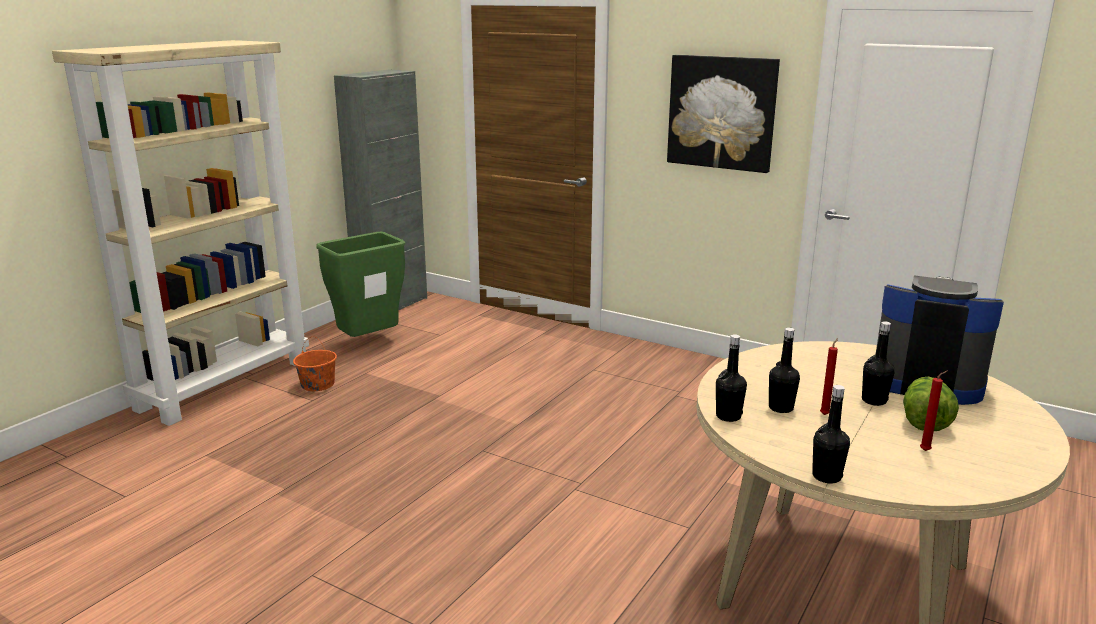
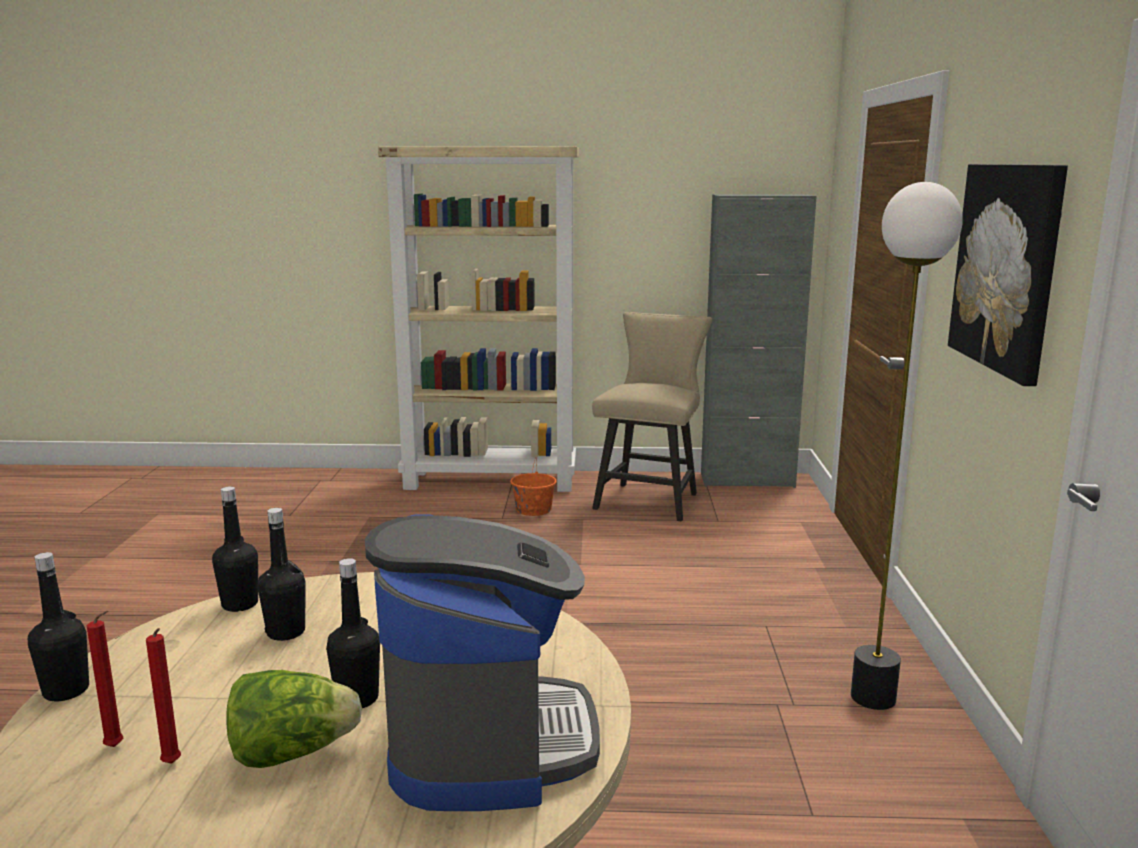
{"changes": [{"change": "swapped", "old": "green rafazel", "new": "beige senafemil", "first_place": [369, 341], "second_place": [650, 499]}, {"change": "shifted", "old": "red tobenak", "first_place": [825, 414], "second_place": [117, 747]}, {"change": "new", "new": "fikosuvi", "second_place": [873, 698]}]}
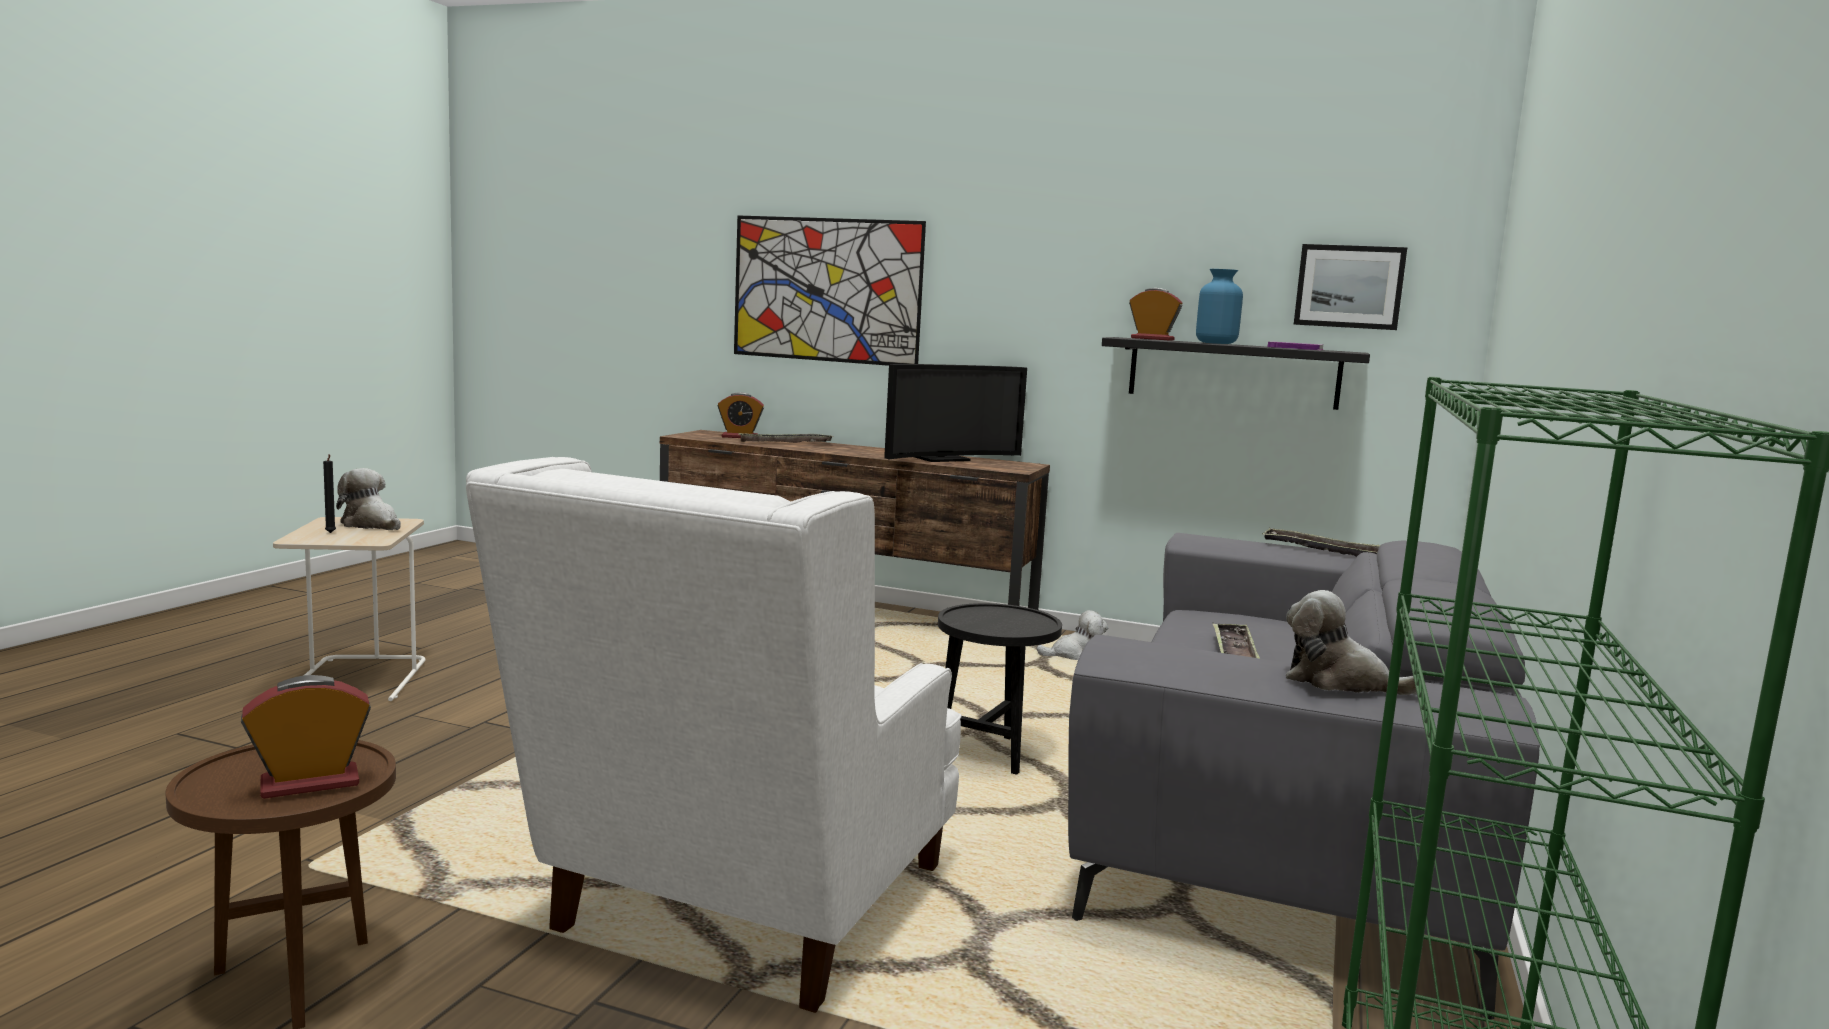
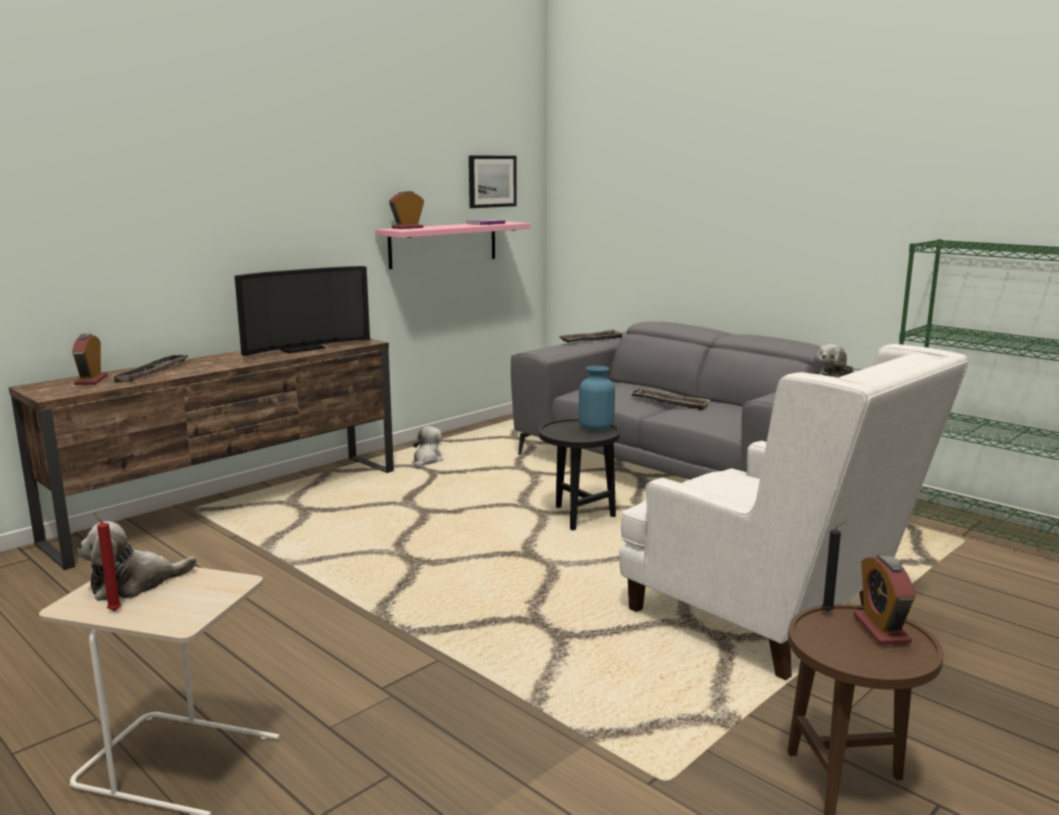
{"changes": [{"change": "shifted", "old": "black tobenak", "first_place": [330, 533], "second_place": [829, 611]}, {"change": "rotated", "old": "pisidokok", "first_place": [740, 437], "second_place": [91, 380], "degrees": 150}, {"change": "gone", "old": "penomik", "first_place": [826, 290]}, {"change": "rotated", "old": "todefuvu", "first_place": [942, 459], "second_place": [301, 349], "degrees": 60}, {"change": "repainted", "old": "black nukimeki", "new": "pink nukimeki", "first_place": [1233, 373], "second_place": [443, 244]}, {"change": "shifted", "old": "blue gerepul", "first_place": [1216, 343], "second_place": [596, 427]}, {"change": "new", "new": "red tobenak", "second_place": [113, 610]}]}
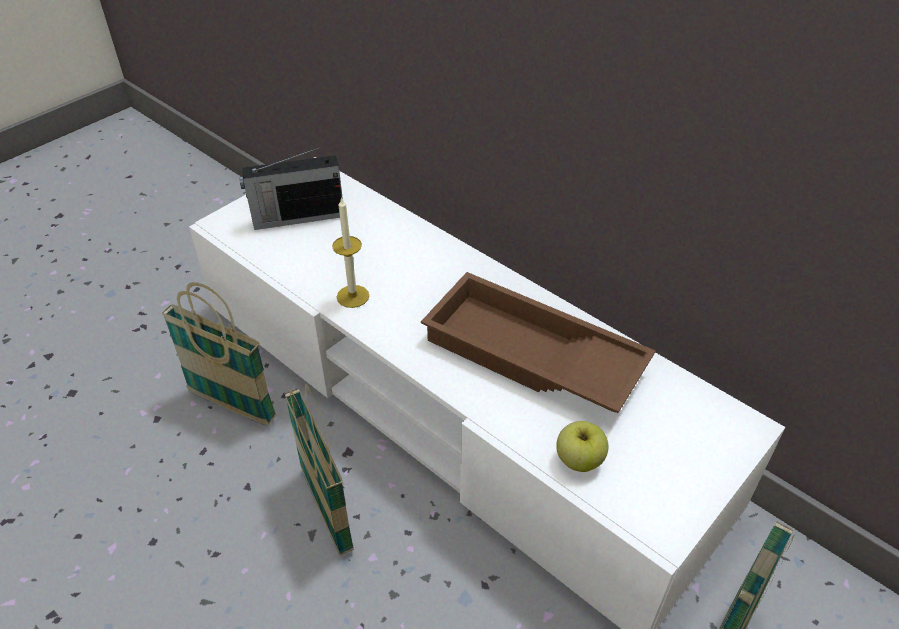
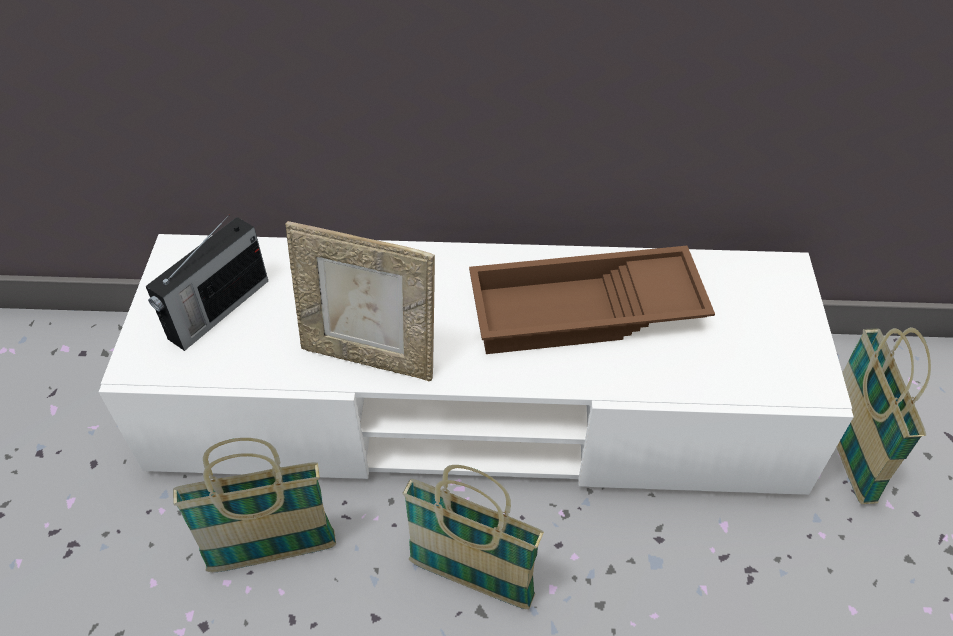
{"changes": [{"change": "swapped", "old": "tobenak", "new": "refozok", "first_place": [353, 296], "second_place": [370, 356]}, {"change": "gone", "old": "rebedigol", "first_place": [579, 460]}]}
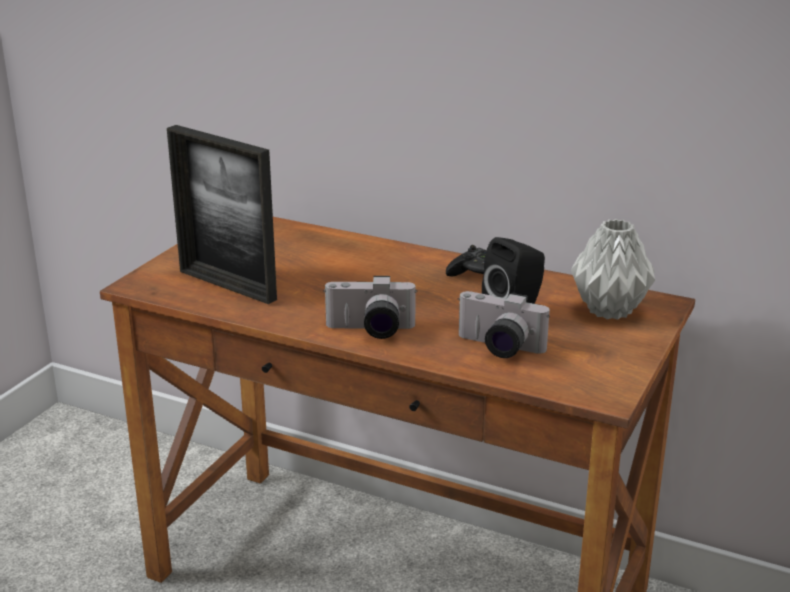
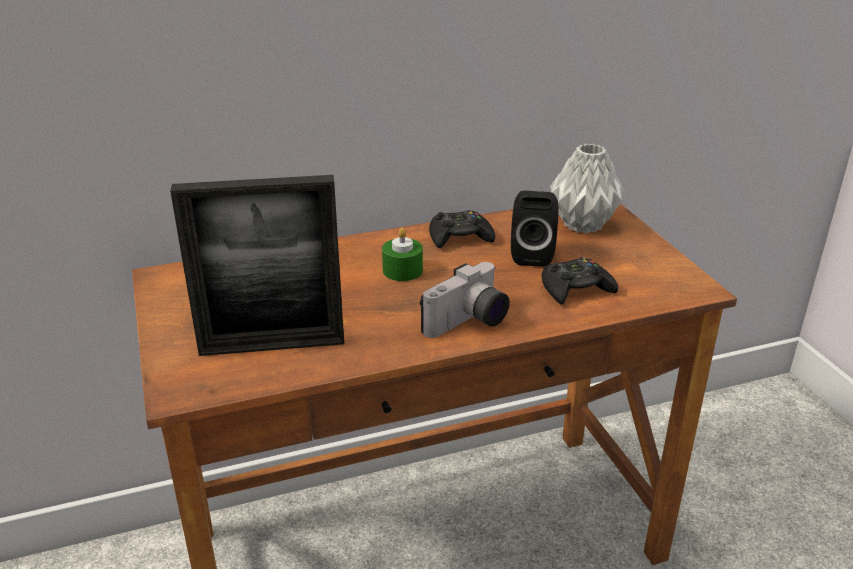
{"changes": [{"change": "swapped", "old": "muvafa", "new": "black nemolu", "first_place": [497, 348], "second_place": [575, 289]}, {"change": "new", "new": "green tobenak", "second_place": [402, 270]}]}
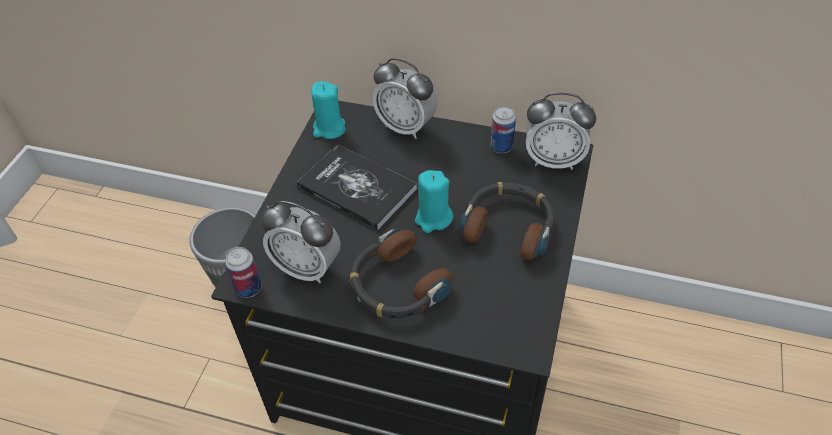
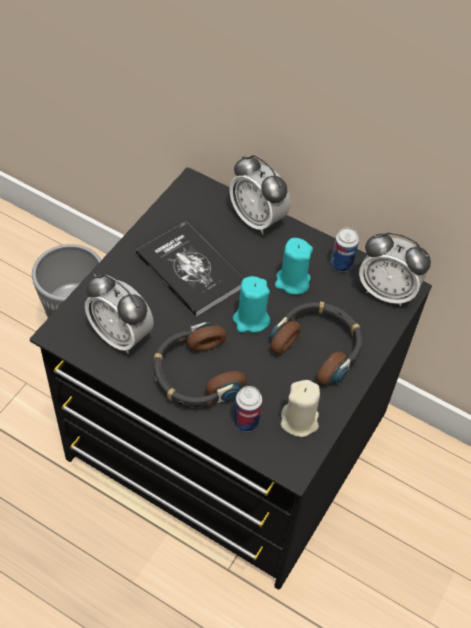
{"changes": [{"change": "shifted", "old": "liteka", "first_place": [248, 288], "second_place": [246, 421]}, {"change": "shifted", "old": "turquoise tobenak", "first_place": [329, 129], "second_place": [292, 282]}, {"change": "new", "new": "beige tobenak", "second_place": [299, 421]}]}
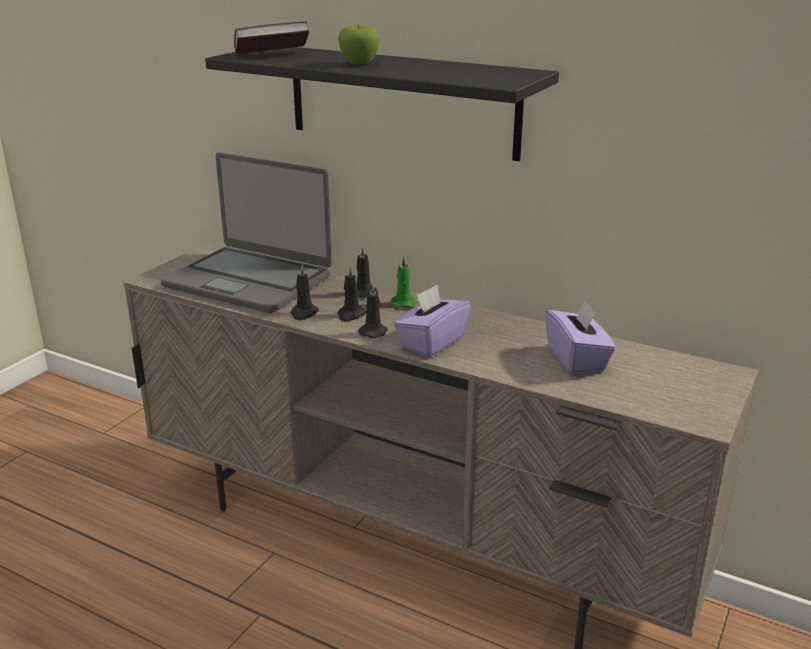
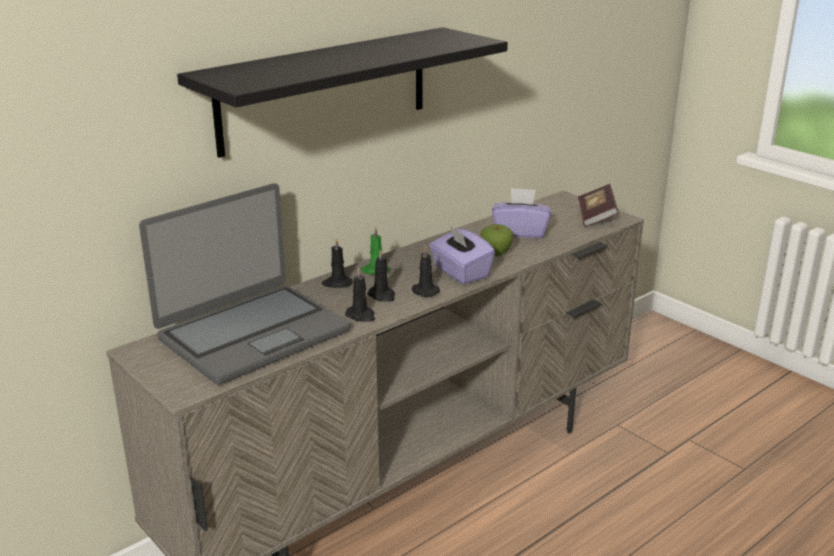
{"changes": [{"change": "shifted", "old": "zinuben", "first_place": [272, 55], "second_place": [596, 216]}, {"change": "shifted", "old": "rebedigol", "first_place": [359, 64], "second_place": [496, 253]}]}
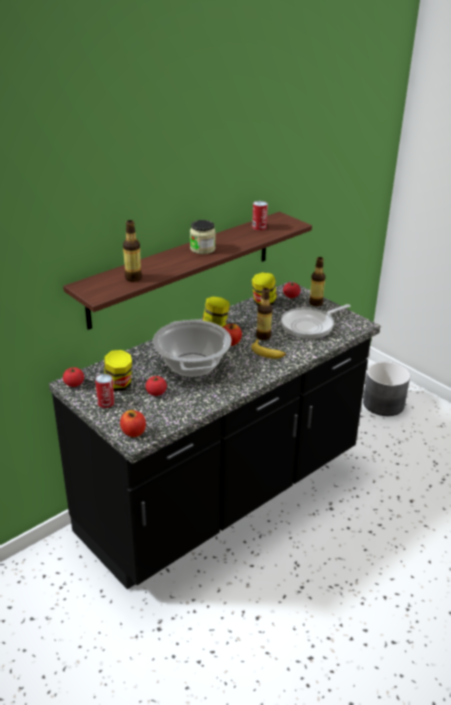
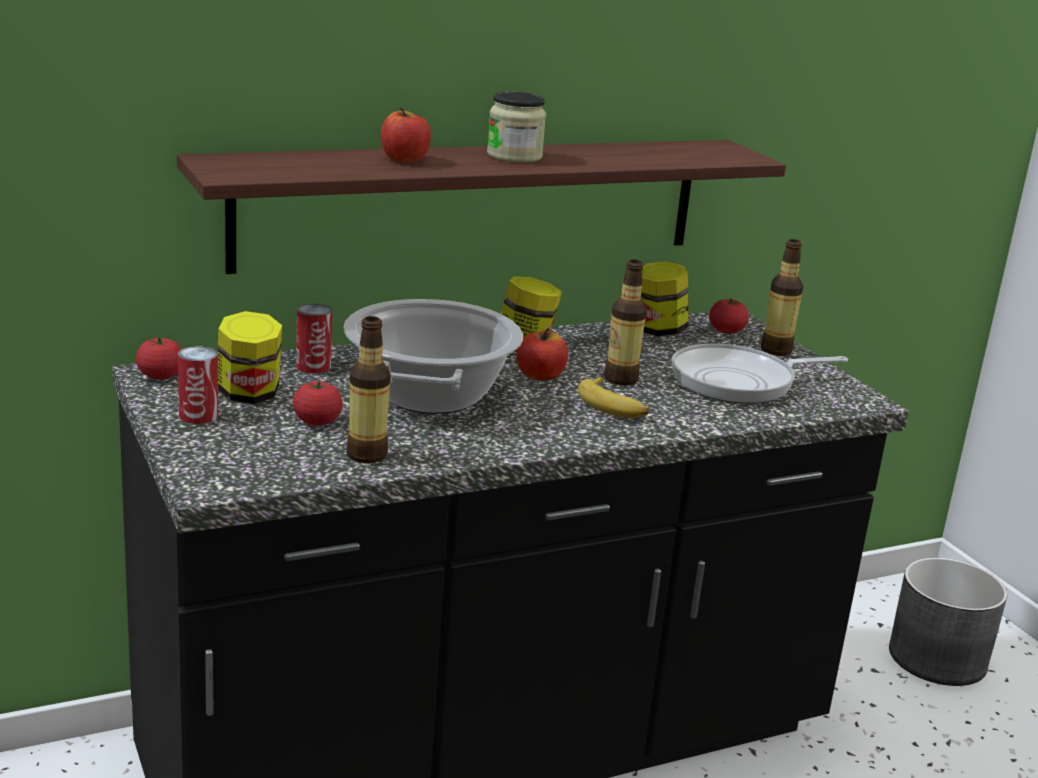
{"changes": [{"change": "shifted", "old": "rebedigol", "first_place": [133, 432], "second_place": [405, 159]}, {"change": "shifted", "old": "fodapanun", "first_place": [133, 278], "second_place": [366, 455]}, {"change": "shifted", "old": "liteka", "first_place": [259, 227], "second_place": [313, 366]}]}
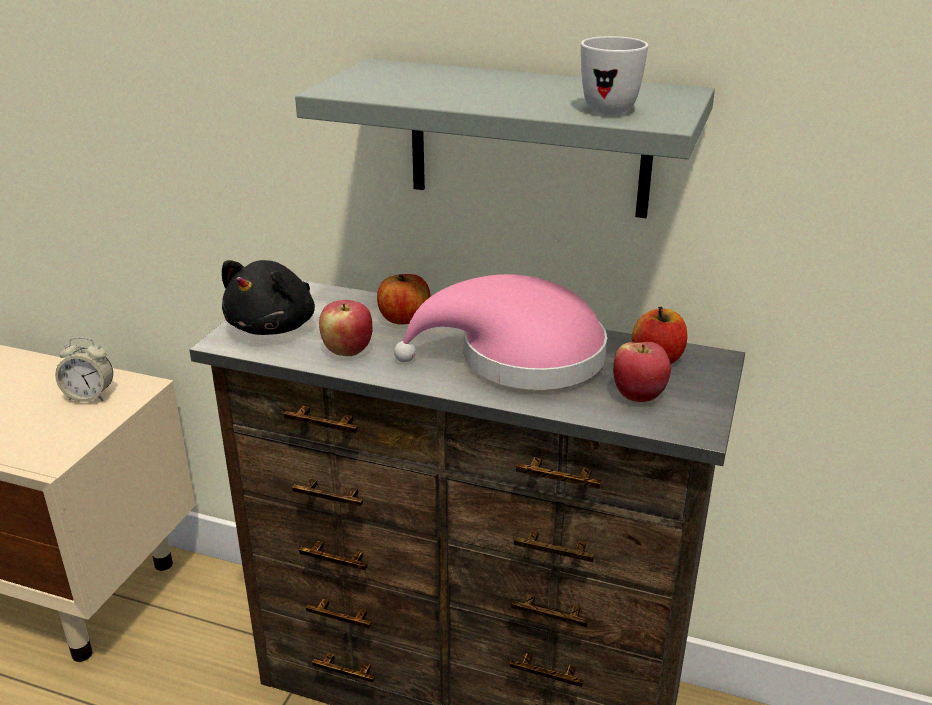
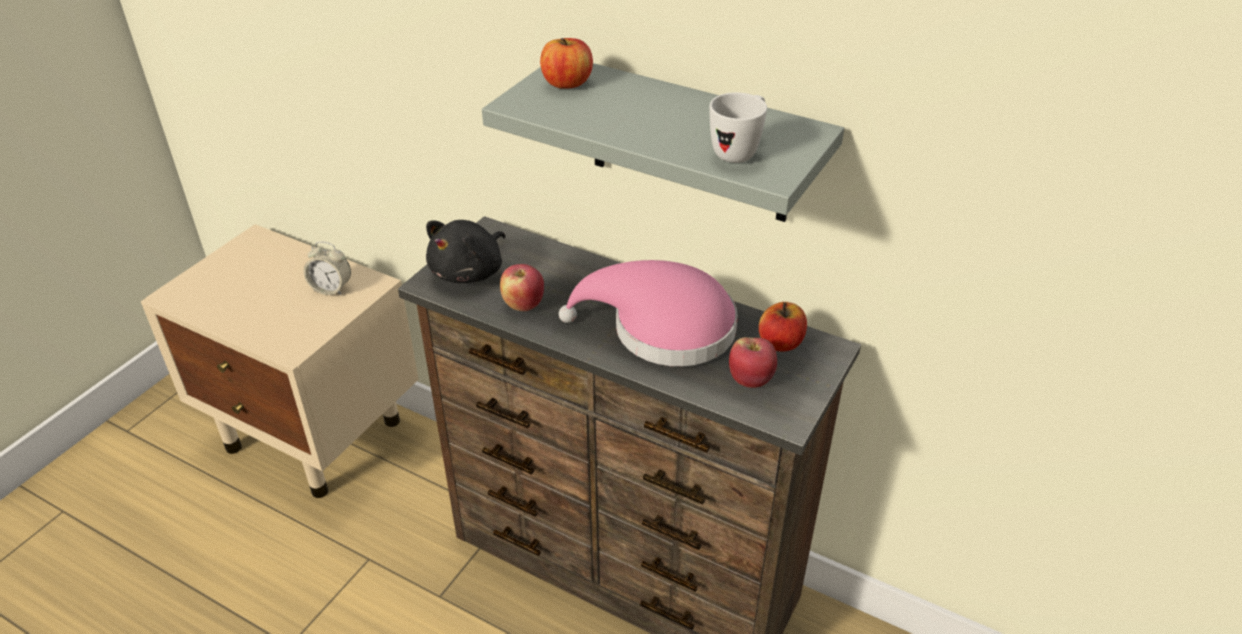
{"changes": [{"change": "shifted", "old": "rebedigol", "first_place": [404, 318], "second_place": [567, 83]}]}
